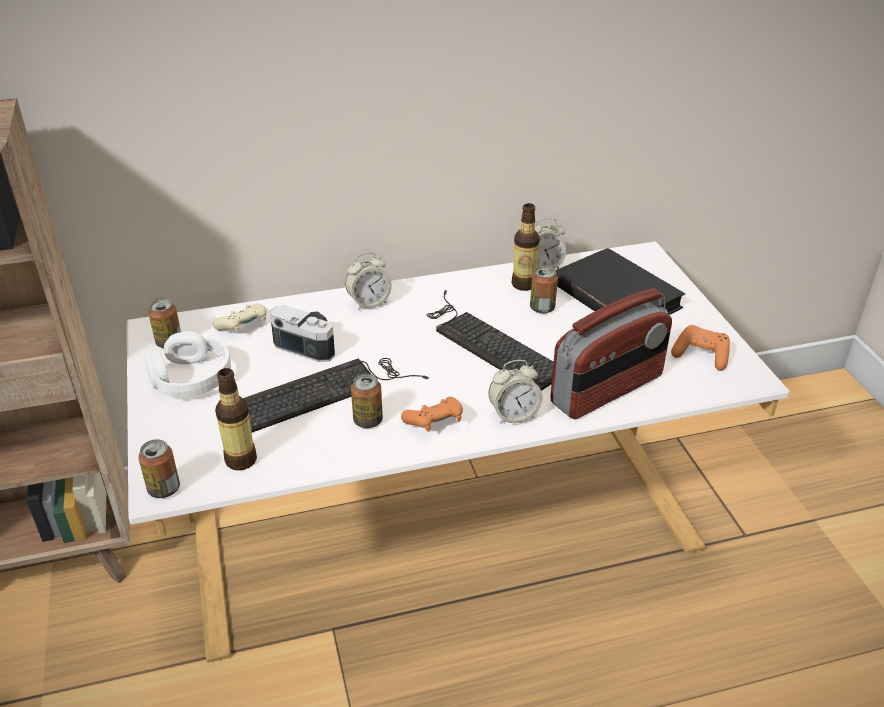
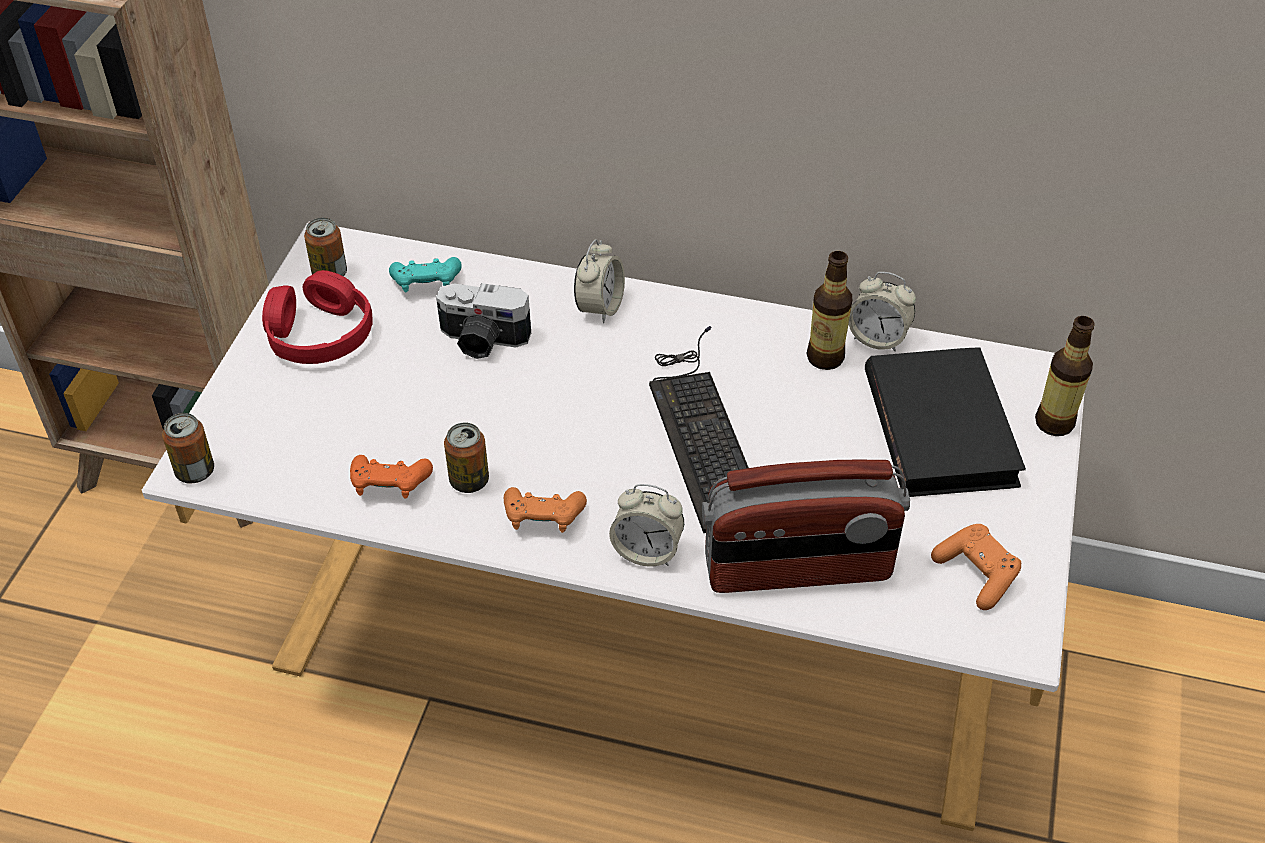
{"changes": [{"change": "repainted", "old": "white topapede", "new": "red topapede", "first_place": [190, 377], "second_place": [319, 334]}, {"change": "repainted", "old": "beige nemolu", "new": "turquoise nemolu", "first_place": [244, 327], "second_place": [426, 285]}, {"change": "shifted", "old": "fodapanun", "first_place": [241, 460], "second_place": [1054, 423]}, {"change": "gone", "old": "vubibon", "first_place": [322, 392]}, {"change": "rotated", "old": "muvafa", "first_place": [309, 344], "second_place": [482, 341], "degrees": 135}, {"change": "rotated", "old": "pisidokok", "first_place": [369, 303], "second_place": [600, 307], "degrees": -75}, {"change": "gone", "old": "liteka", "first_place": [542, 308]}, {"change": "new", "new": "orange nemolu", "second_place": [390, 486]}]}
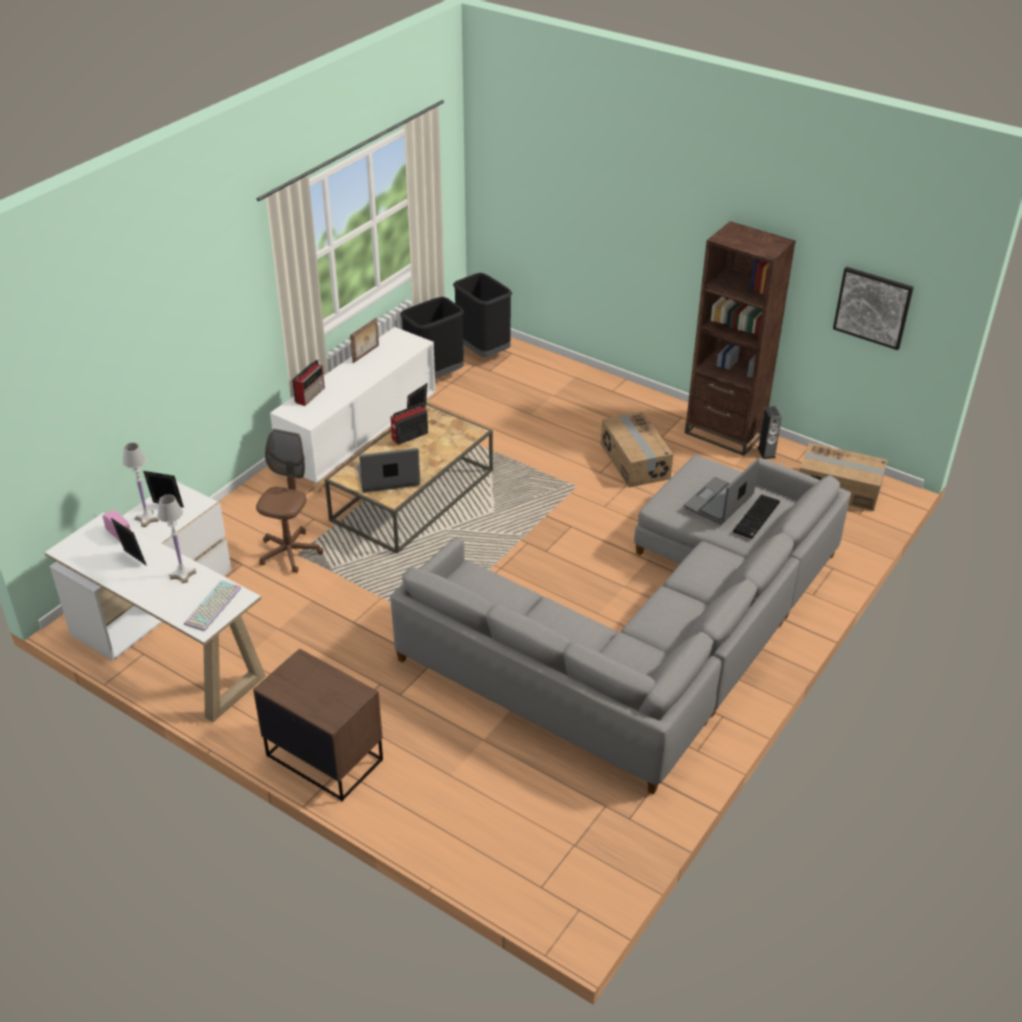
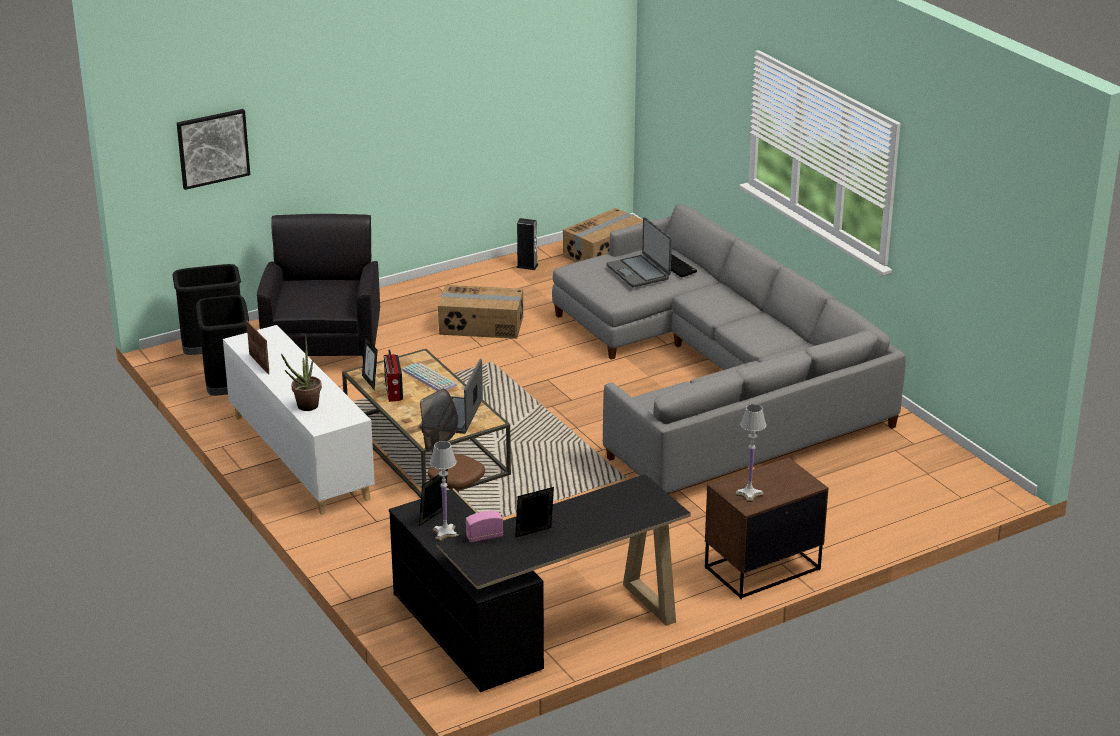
{"changes": [{"change": "repainted", "old": "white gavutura", "new": "black gavutura", "first_place": [172, 635], "second_place": [530, 627]}, {"change": "shifted", "old": "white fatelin", "first_place": [182, 574], "second_place": [749, 494]}, {"change": "shifted", "old": "vubibon", "first_place": [213, 607], "second_place": [431, 378]}, {"change": "swapped", "old": "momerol", "new": "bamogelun", "first_place": [310, 395], "second_place": [305, 408]}, {"change": "gone", "old": "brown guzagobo", "first_place": [724, 433]}, {"change": "shifted", "old": "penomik", "first_place": [873, 307], "second_place": [213, 148]}, {"change": "new", "new": "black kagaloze", "second_place": [324, 348]}]}
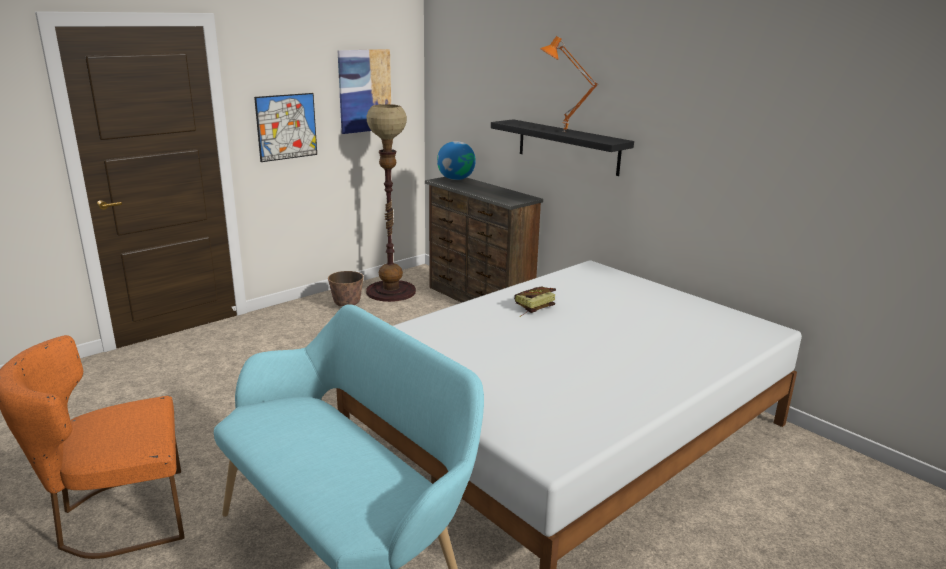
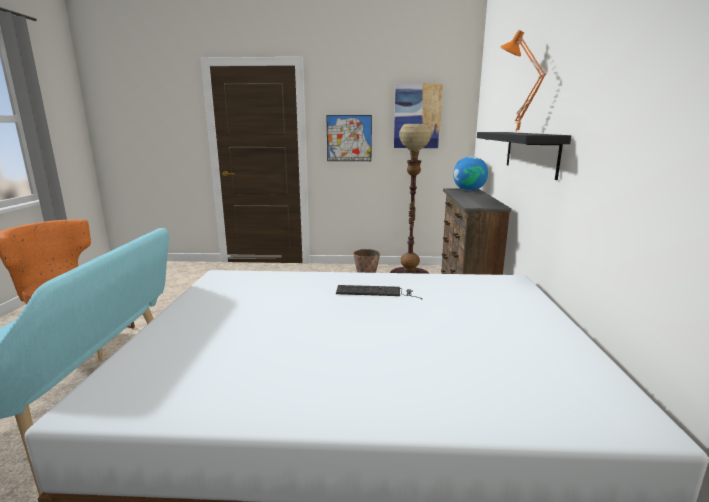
{"changes": [{"change": "swapped", "old": "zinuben", "new": "vubibon", "first_place": [531, 309], "second_place": [376, 292]}]}
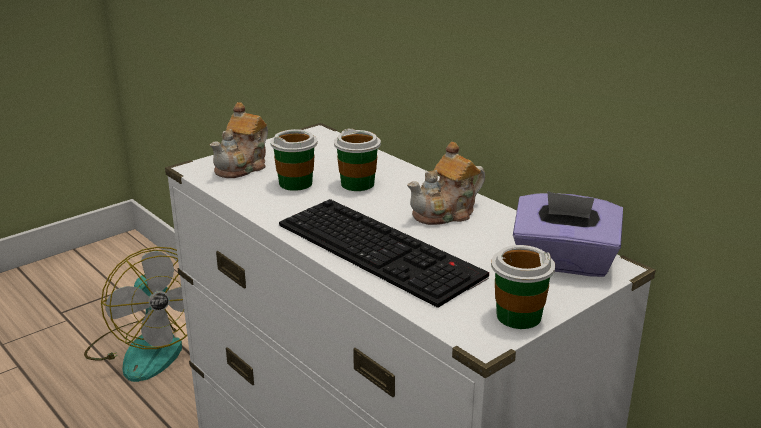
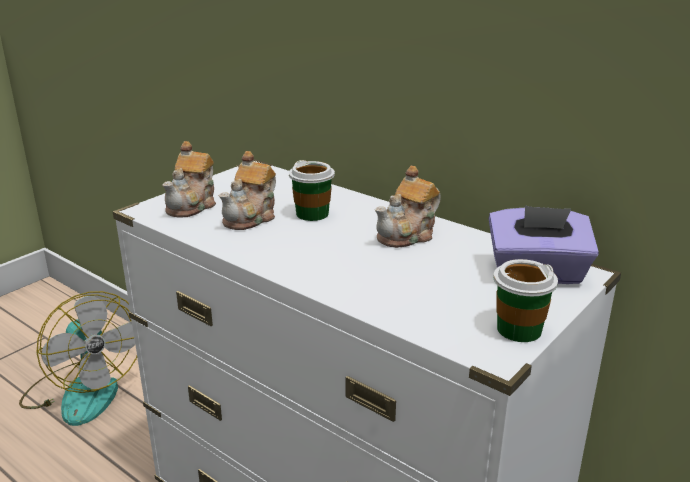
{"changes": [{"change": "swapped", "old": "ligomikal", "new": "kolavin", "first_place": [296, 183], "second_place": [251, 217]}, {"change": "gone", "old": "vubibon", "first_place": [382, 250]}]}
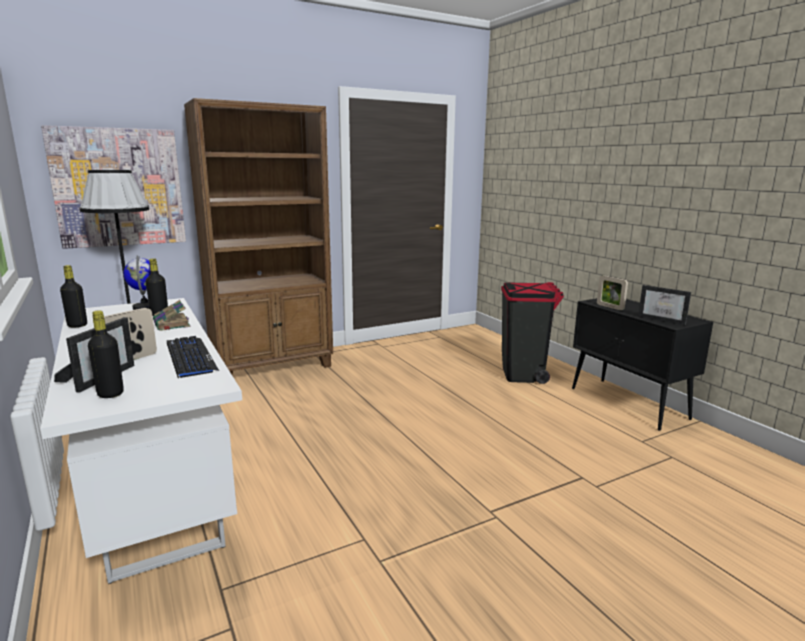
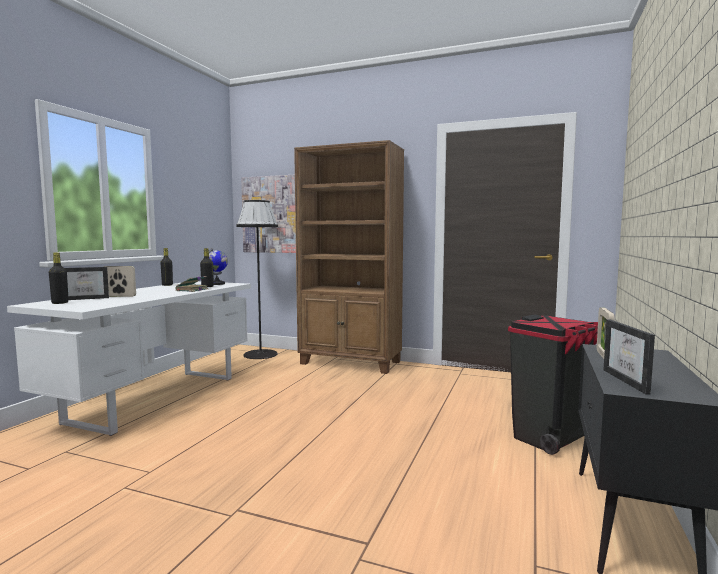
{"changes": [{"change": "gone", "old": "vubibon", "first_place": [190, 357]}]}
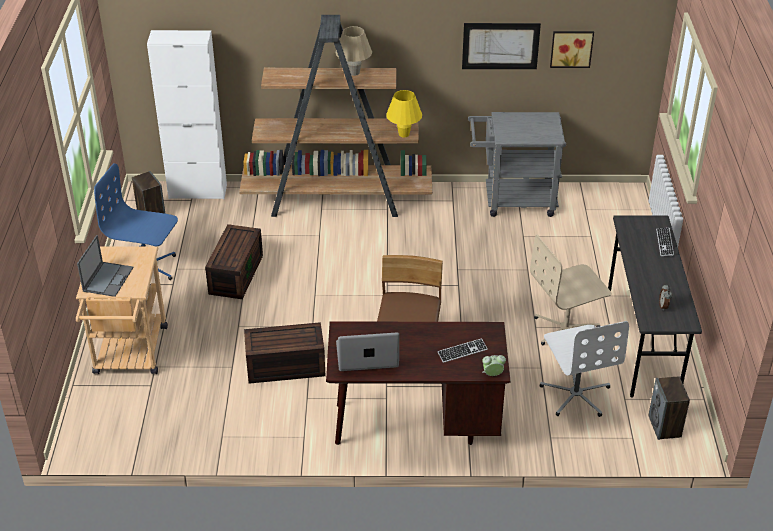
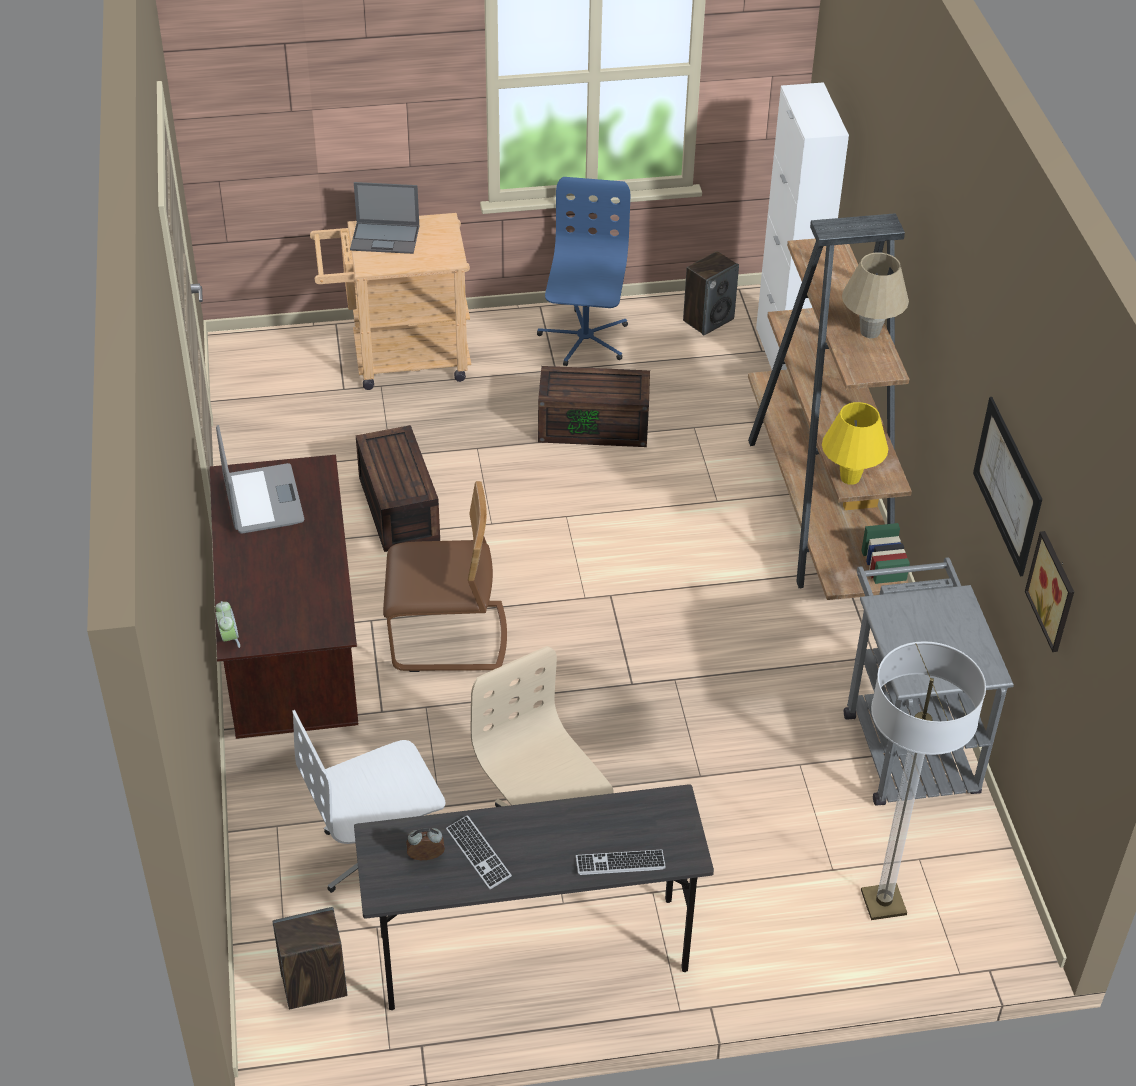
{"changes": [{"change": "shifted", "old": "vubibon", "first_place": [462, 351], "second_place": [478, 853]}, {"change": "new", "new": "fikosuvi", "second_place": [883, 903]}]}
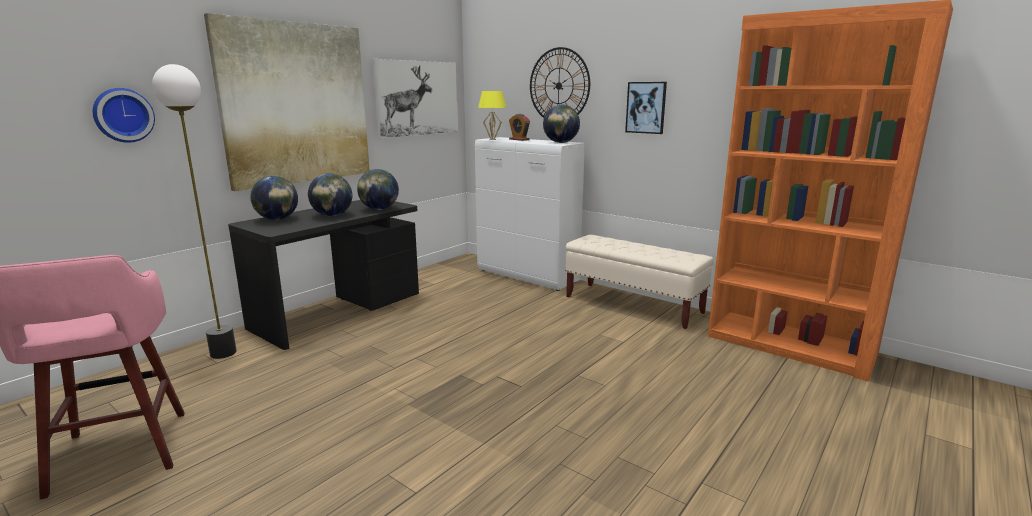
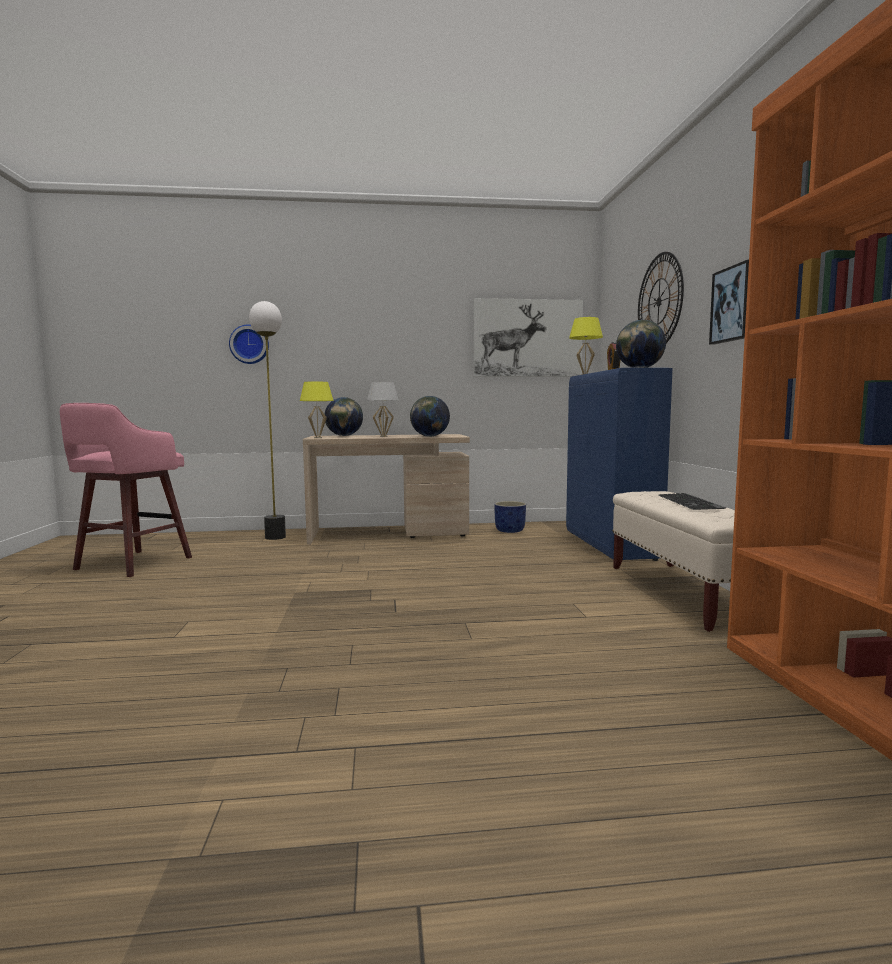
{"changes": [{"change": "gone", "old": "penomik", "first_place": [296, 104]}, {"change": "repainted", "old": "black gavutura", "new": "beige gavutura", "first_place": [339, 312], "second_place": [389, 533]}, {"change": "swapped", "old": "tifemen", "new": "white fatelin", "first_place": [332, 216], "second_place": [383, 436]}, {"change": "repainted", "old": "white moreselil", "new": "blue moreselil", "first_place": [528, 276], "second_place": [610, 546]}, {"change": "new", "new": "yellow fatelin", "second_place": [318, 438]}, {"change": "new", "new": "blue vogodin", "second_place": [510, 530]}, {"change": "new", "new": "vubibon", "second_place": [691, 502]}]}
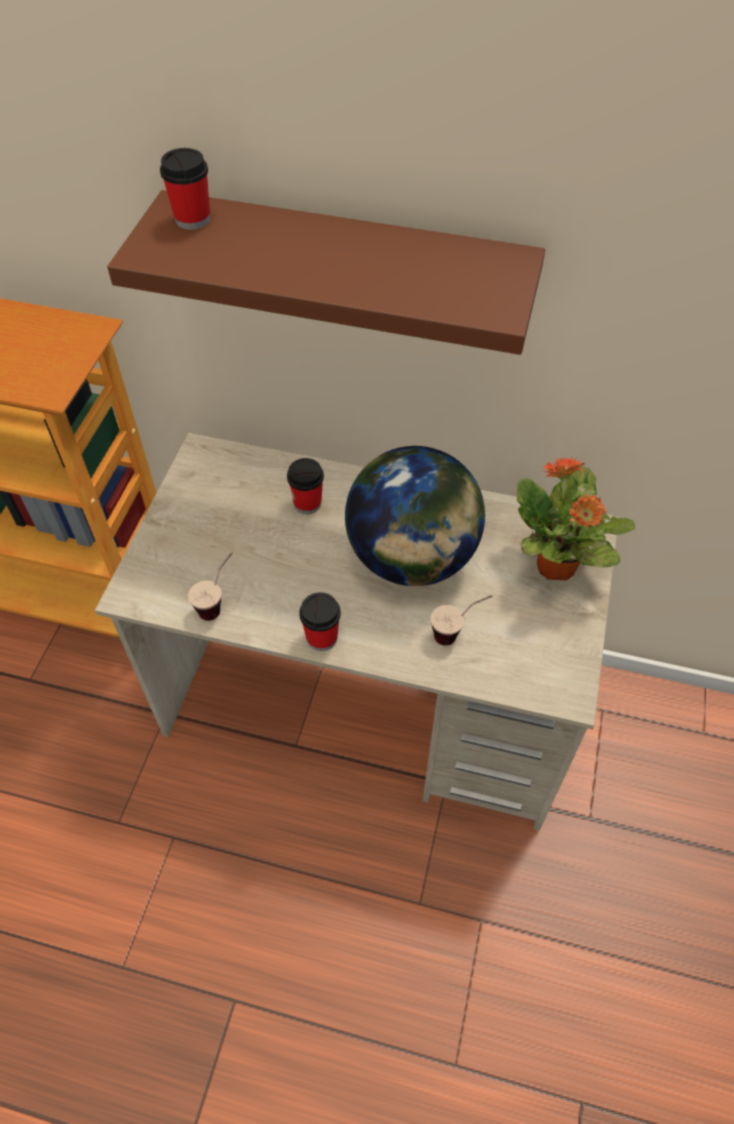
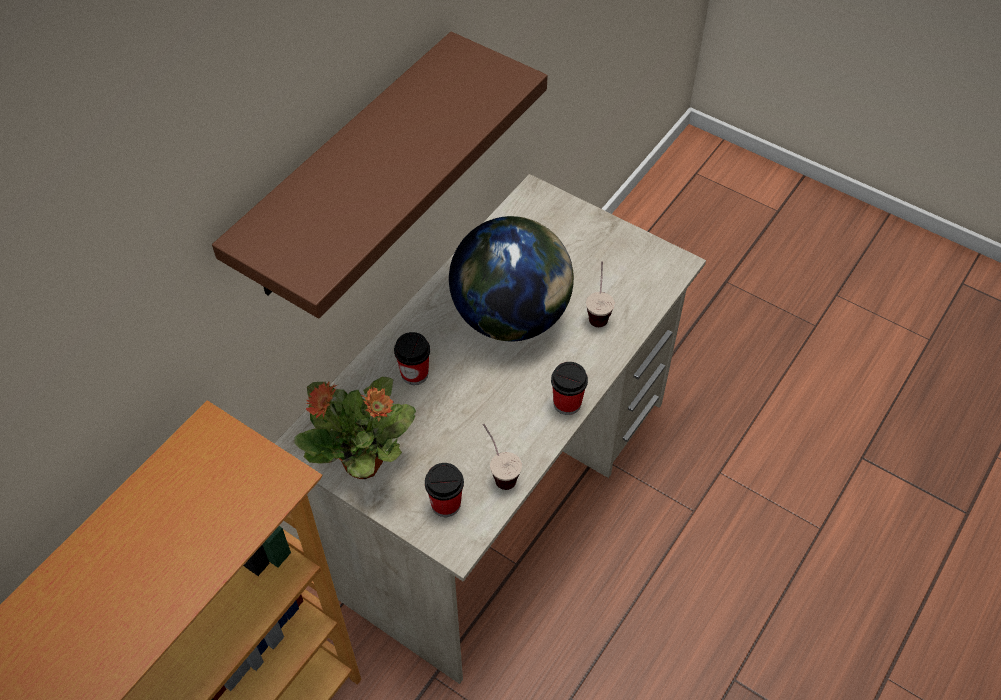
{"changes": [{"change": "shifted", "old": "ligomikal", "first_place": [192, 219], "second_place": [446, 504]}, {"change": "shifted", "old": "bamogelun", "first_place": [556, 567], "second_place": [364, 463]}]}
